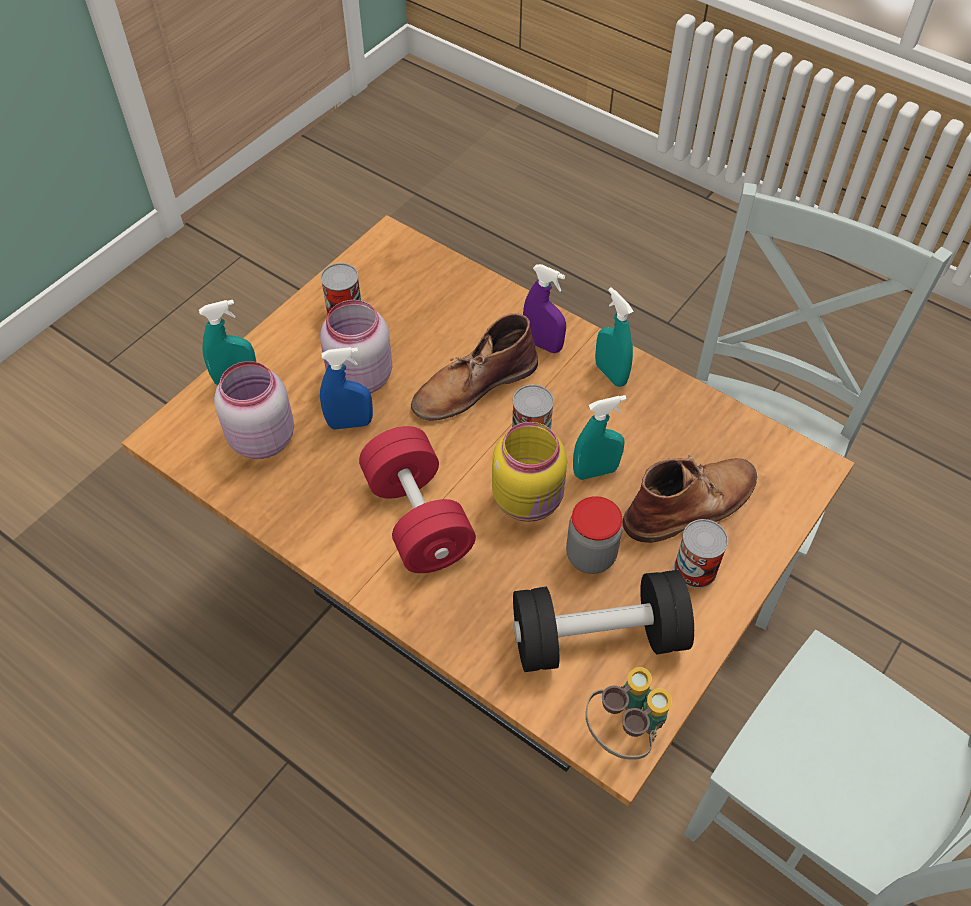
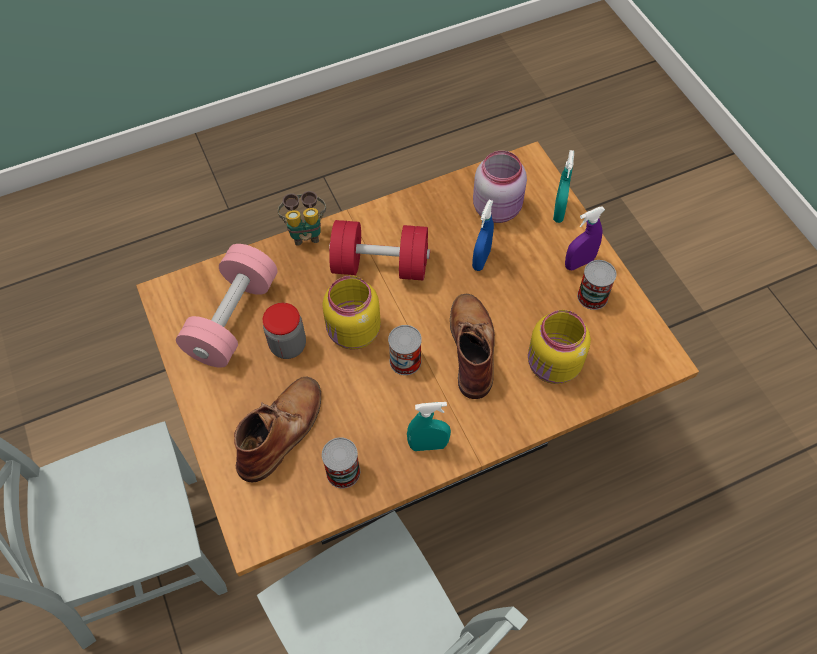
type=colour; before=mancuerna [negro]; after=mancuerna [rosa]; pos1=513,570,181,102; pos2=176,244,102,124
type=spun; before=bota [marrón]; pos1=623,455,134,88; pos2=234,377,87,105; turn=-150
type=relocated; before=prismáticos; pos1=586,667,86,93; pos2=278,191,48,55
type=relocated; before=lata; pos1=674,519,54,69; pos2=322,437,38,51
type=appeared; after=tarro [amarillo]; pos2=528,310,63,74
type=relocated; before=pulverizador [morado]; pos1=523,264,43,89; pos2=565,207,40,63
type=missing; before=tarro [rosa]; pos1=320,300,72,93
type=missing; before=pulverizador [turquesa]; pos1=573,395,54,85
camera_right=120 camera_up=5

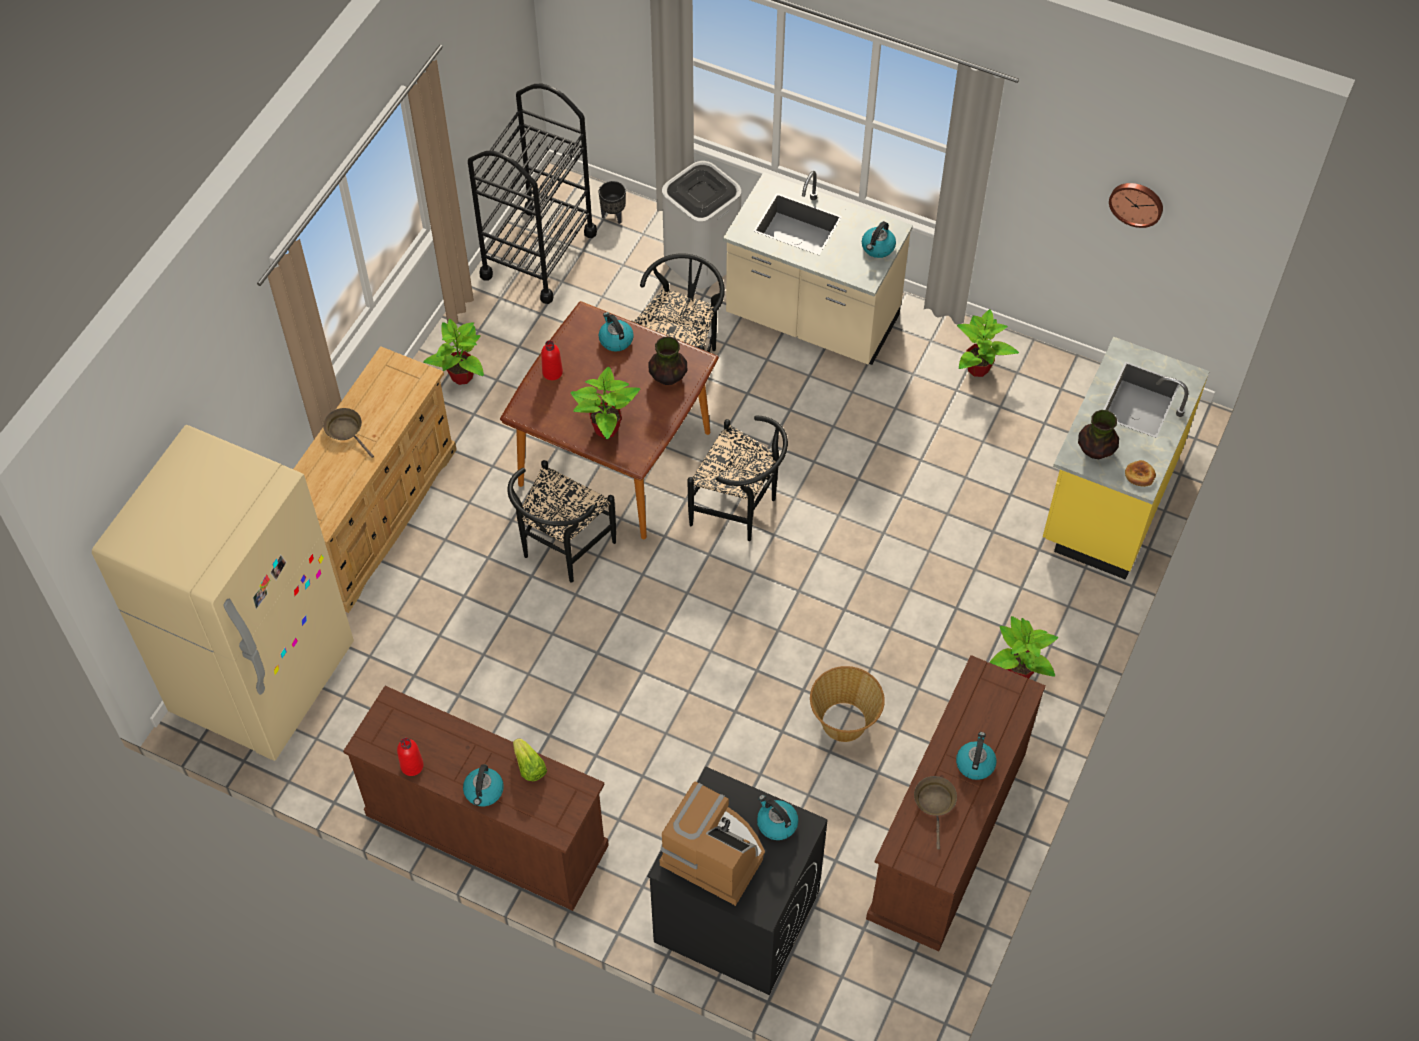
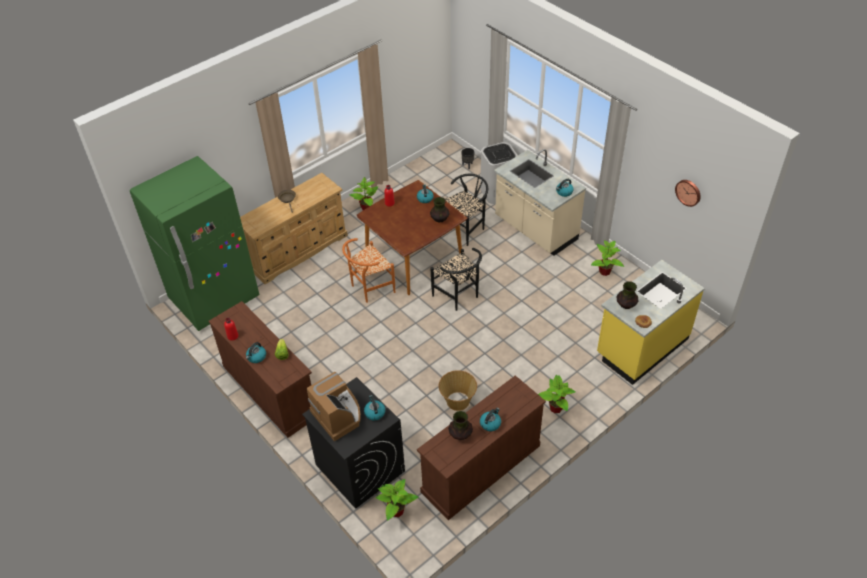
type=colour; before=nevera [beis]; after=nevera [verde]; pos1=92,424,262,337; pos2=130,156,129,175
type=colour; before=silla [negro]; after=silla [naranja]; pos1=508,460,108,123; pos2=342,238,53,65
type=relocated; before=planta en maceta; pos1=571,367,69,72; pos2=376,479,42,42
type=exchanged; before=sartén [marrón]; after=florero; pos1=914,776,43,74; pos2=448,411,25,29
type=missing; before=carrito [negro]; pos1=468,84,129,220
camera_right=25 camera_up=-10

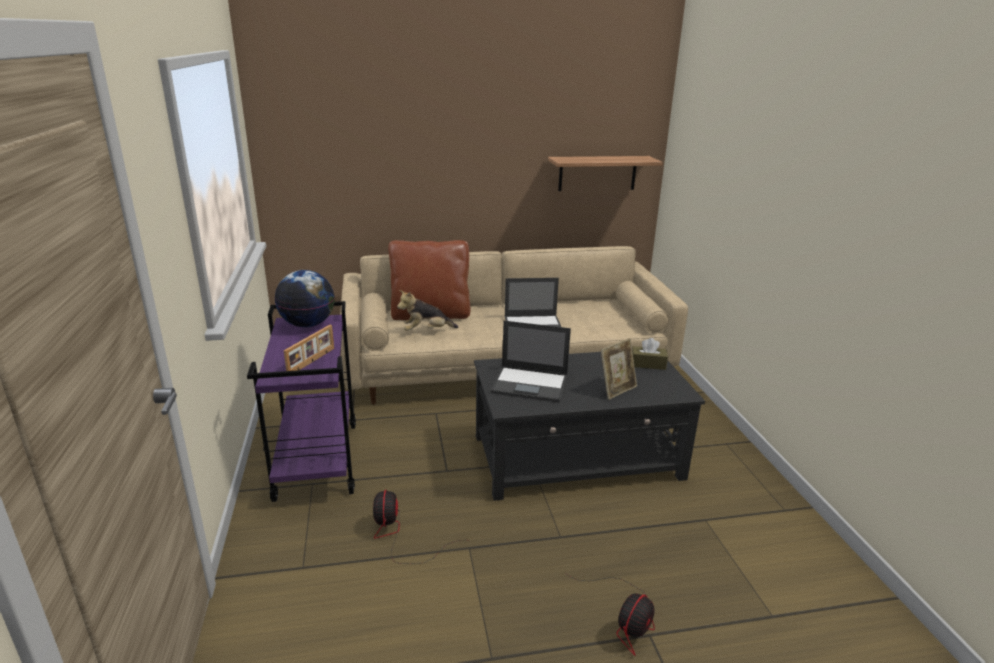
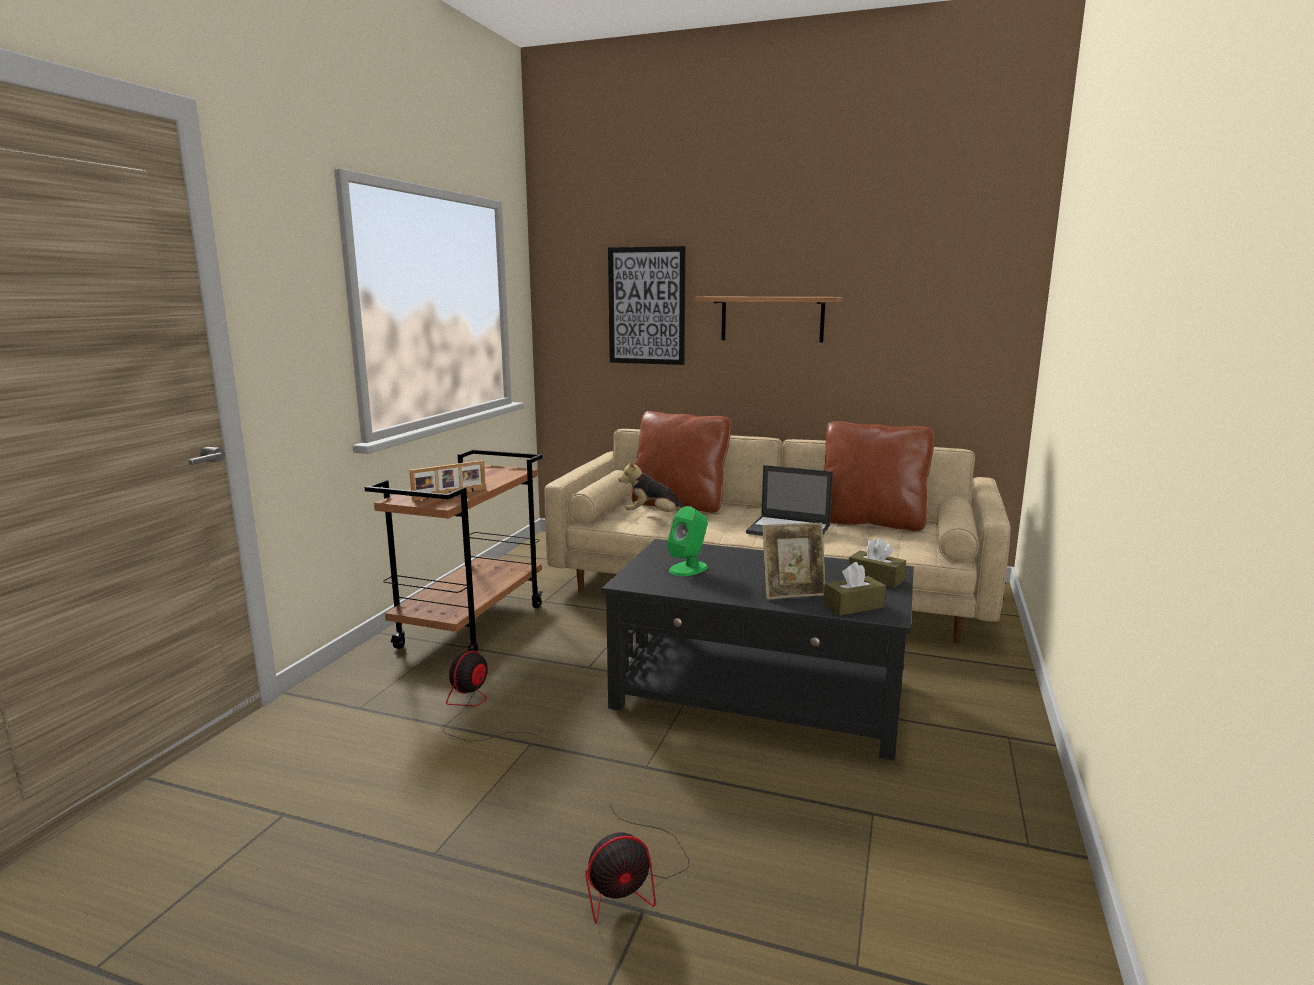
type=colour; before=carrito [morado]; after=carrito [marrón]; pos1=247,301,109,201; pos2=365,449,178,203
type=appeared; after=cuadro; pos2=608,246,78,119
type=exchanged; before=portátil; after=altavoz [verde]; pos1=490,321,81,82; pos2=667,506,41,70
type=relocated; before=estante; pos1=548,156,115,35; pos2=695,297,148,45
type=appeared; after=caja de pañuelos [marrón]; pos2=823,562,63,54
type=appeared; after=cojín [marrón]; pos2=824,421,110,110
type=missing; before=globo terráqueo; pos1=275,270,60,57
camera_right=30 camera_up=-10

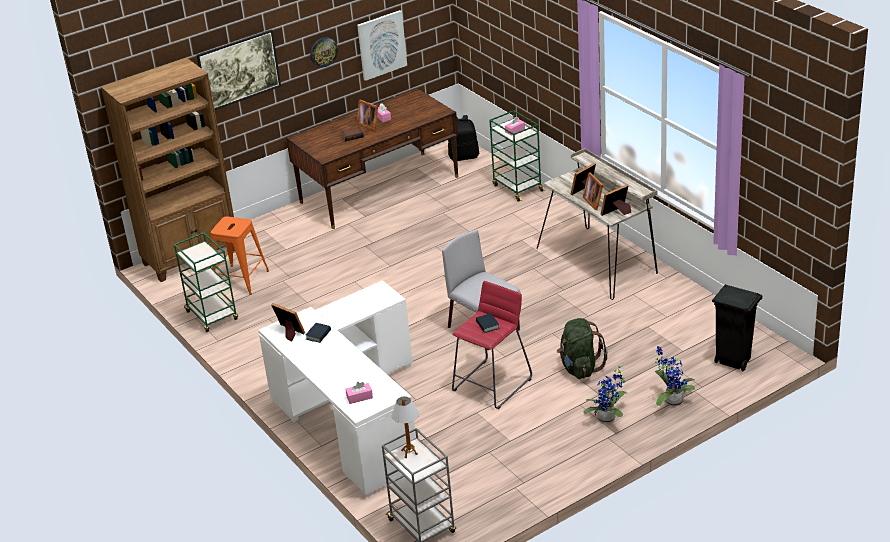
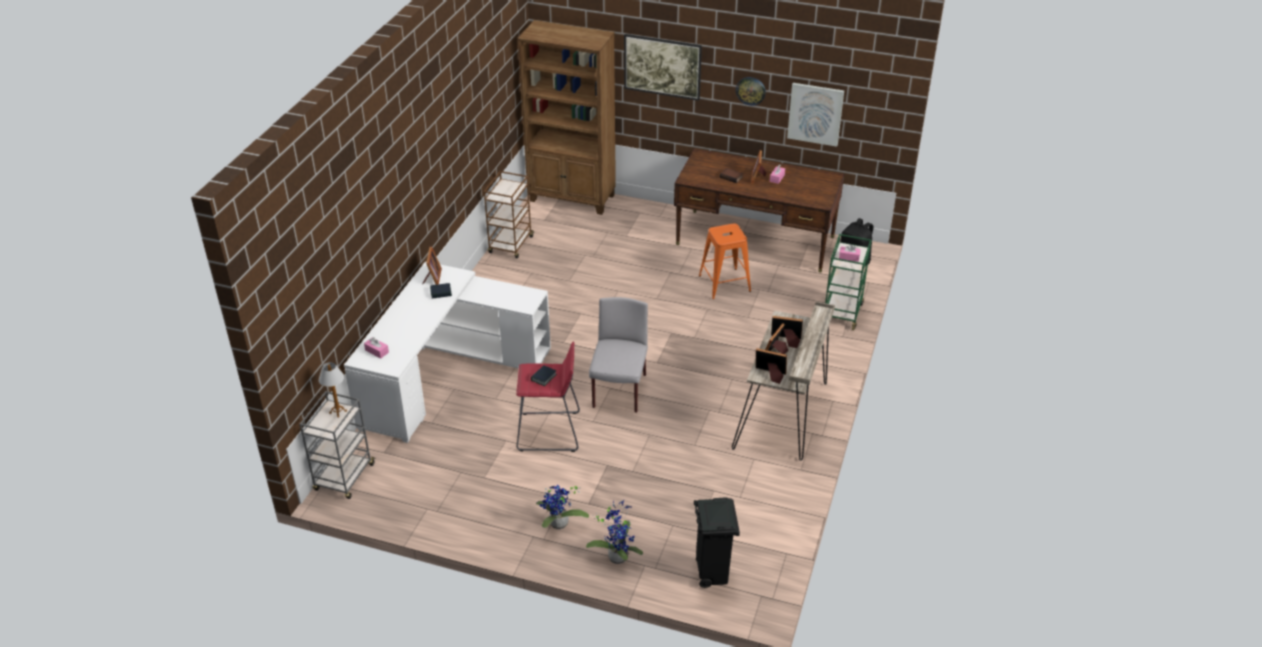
type=colour; before=carrito [verde]; after=carrito [marrón]; pos1=174,232,64,100; pos2=484,171,50,88
type=relocated; before=taburete [naranja]; pos1=211,217,58,78; pos2=699,223,52,76
type=missing; before=mochila [verde]; pos1=557,318,51,61
camera_right=50 camera_up=5

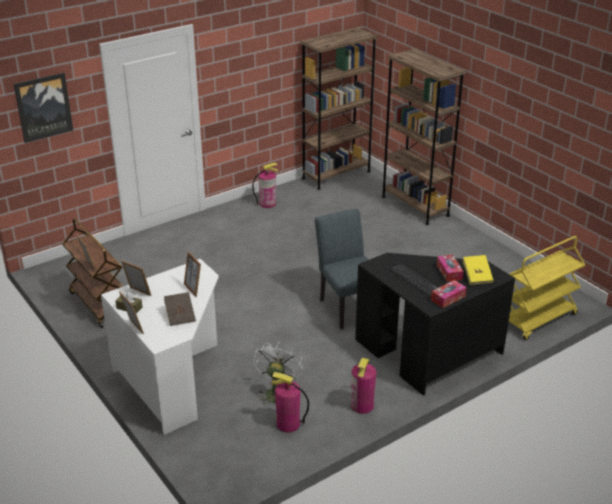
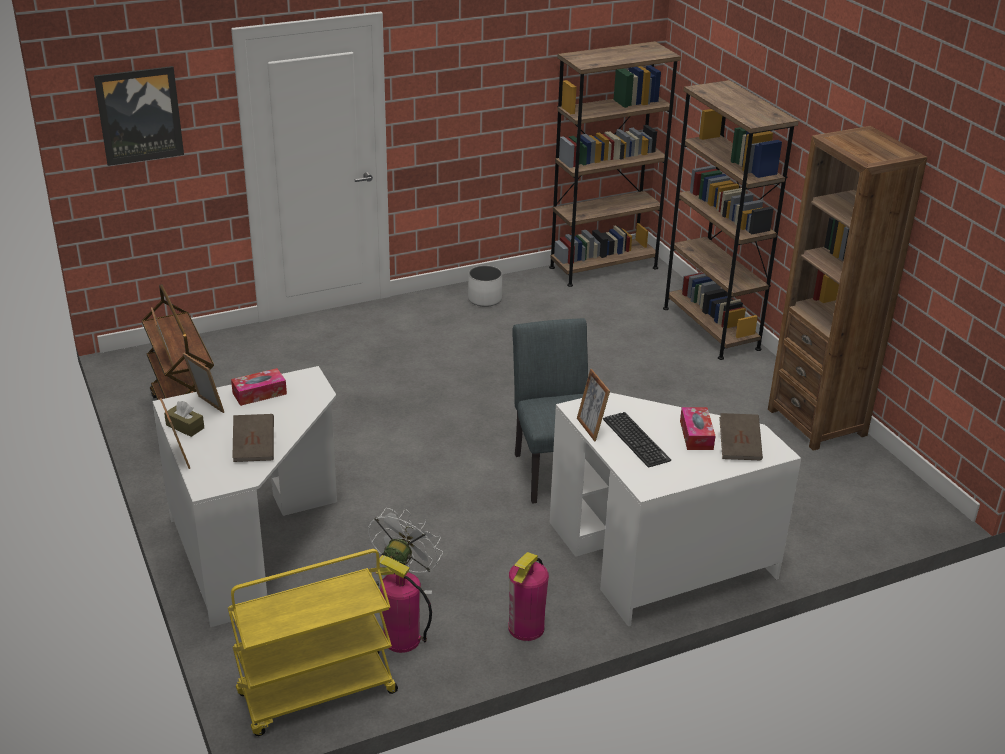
type=relocated; before=carrito [amarillo]; pos1=509,236,76,104; pos2=228,549,170,187
type=relocated; before=caja de pañuelos; pos1=431,280,36,28; pos2=231,368,56,38
type=exchanged; before=extintor; after=maceta [blanco]; pos1=252,163,26,45; pos2=468,266,34,41
type=colour; before=escritorio [negro]; after=escritorio [blanco]; pos1=355,253,160,143; pos2=550,393,251,233
type=relocated; before=portarretratos; pos1=184,251,17,46; pos2=577,369,33,72
type=colour; before=libro [amarillo]; after=libro [marrón]; pos1=462,255,32,30; pos2=719,413,44,47
type=appeared; after=estantería [marrón]; pos2=768,126,159,325
camera_right=10 camera_up=0

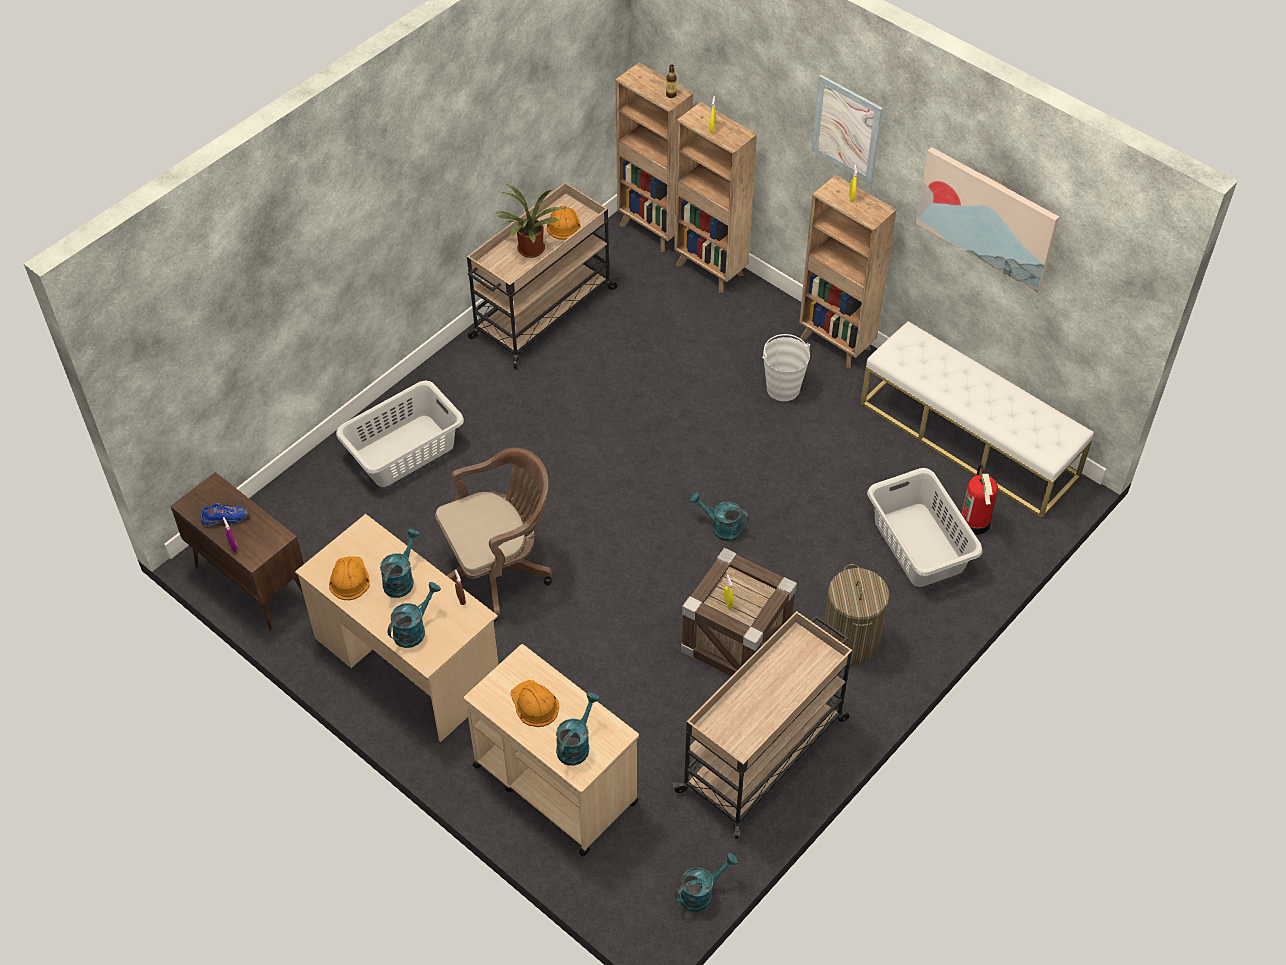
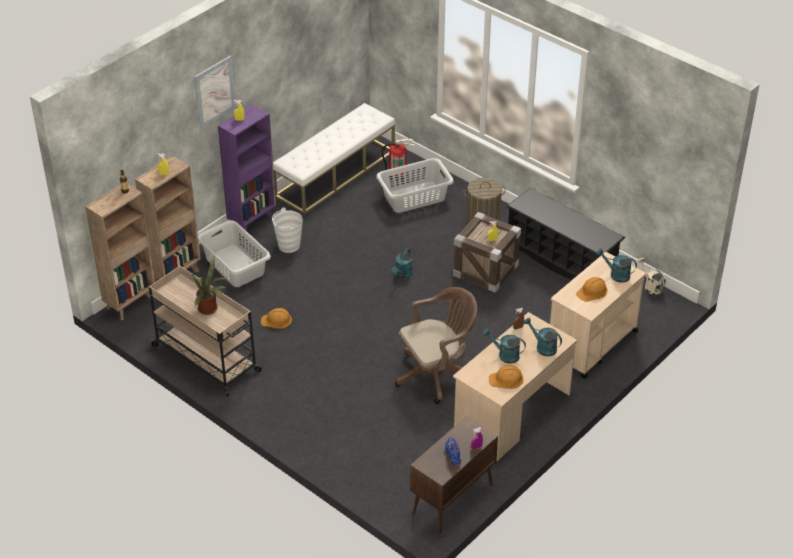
type=relocated; before=cesto de la ropa [gris]; pos1=336,381,128,106; pos2=198,220,73,67
type=colour; before=estantería [marrón]; after=estantería [morado]; pos1=799,175,98,193; pos2=218,104,58,127
type=relocated; before=casco [naranja]; pos1=547,206,34,34; pos2=261,308,31,21
type=spun; before=silla de oficina [marrón]; pos1=435,448,117,174; pos2=395,287,82,117; turn=90
type=exchanged; before=carrito [beis]; after=zapatero [negro]; pos1=672,611,180,228; pos2=507,188,119,92
type=colour; before=regadera [turquesa]; after=regadera [beis]; pos1=675,853,63,59; pos2=638,257,28,38
type=missing; before=cuadro; pos1=916,147,143,146
camera_right=-90 camera_up=-10

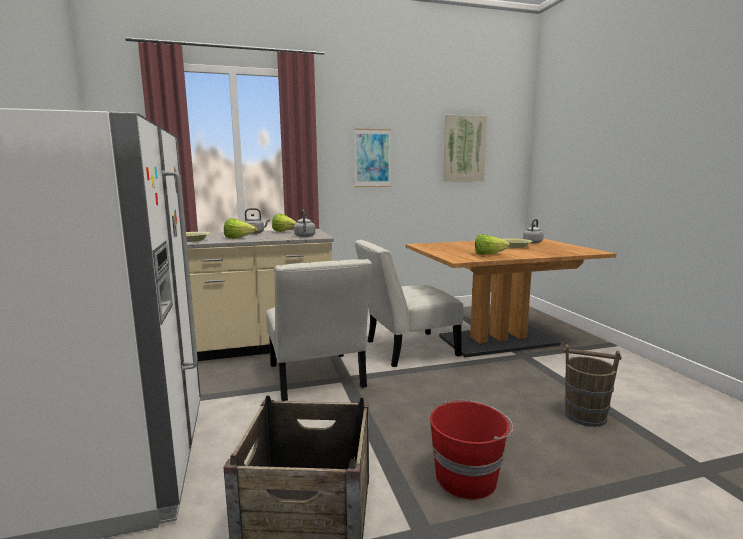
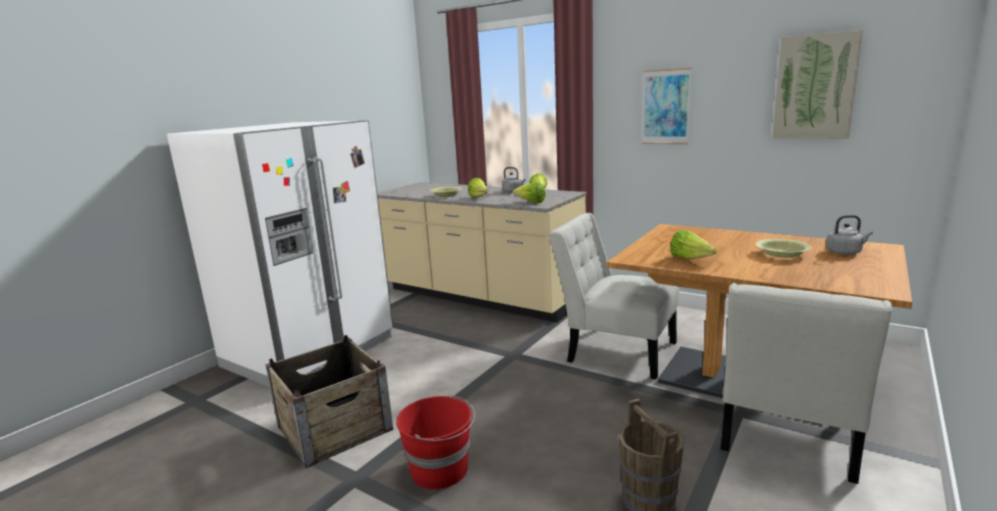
type=exchanged; before=hervidor [gris]; after=lechuga; pos1=294,210,22,27; pos2=513,182,32,21
type=relocated; before=silla [blanco]; pos1=266,259,106,142; pos2=721,283,172,201
camera_right=50 camera_up=5

